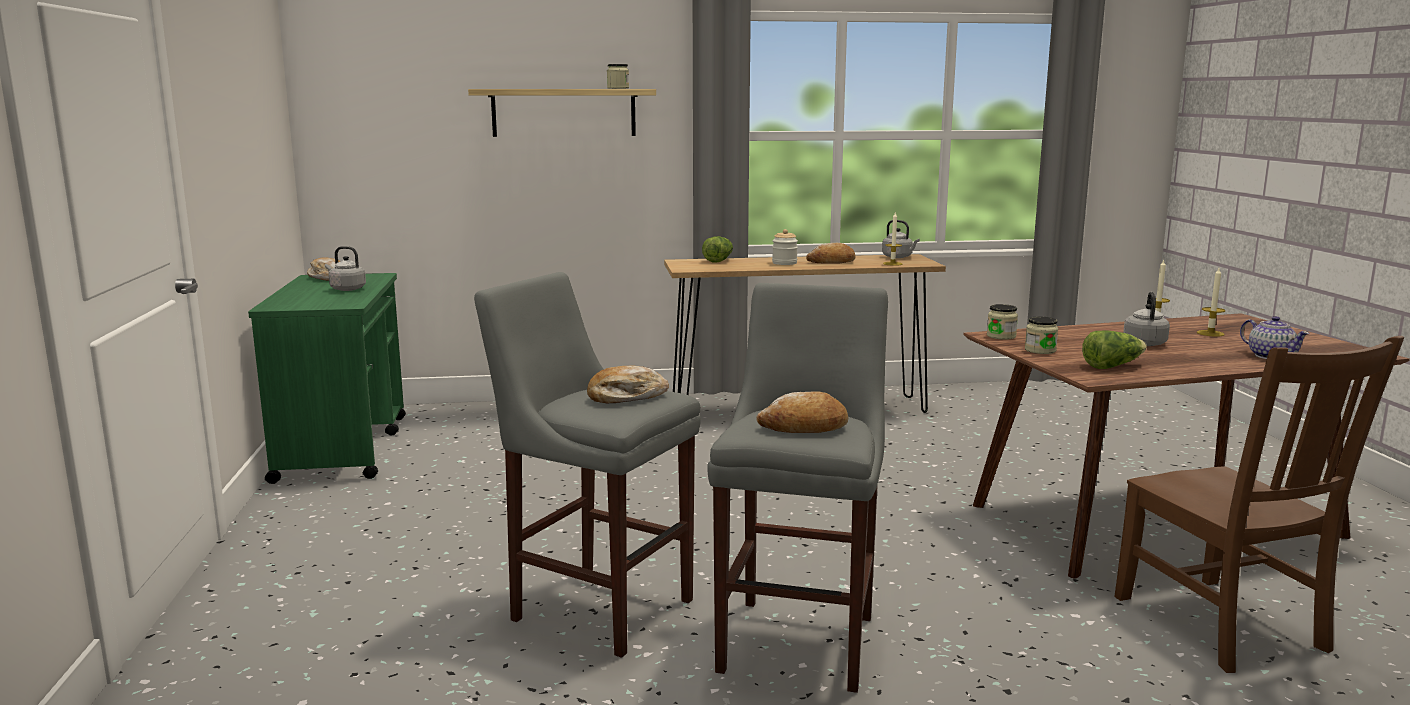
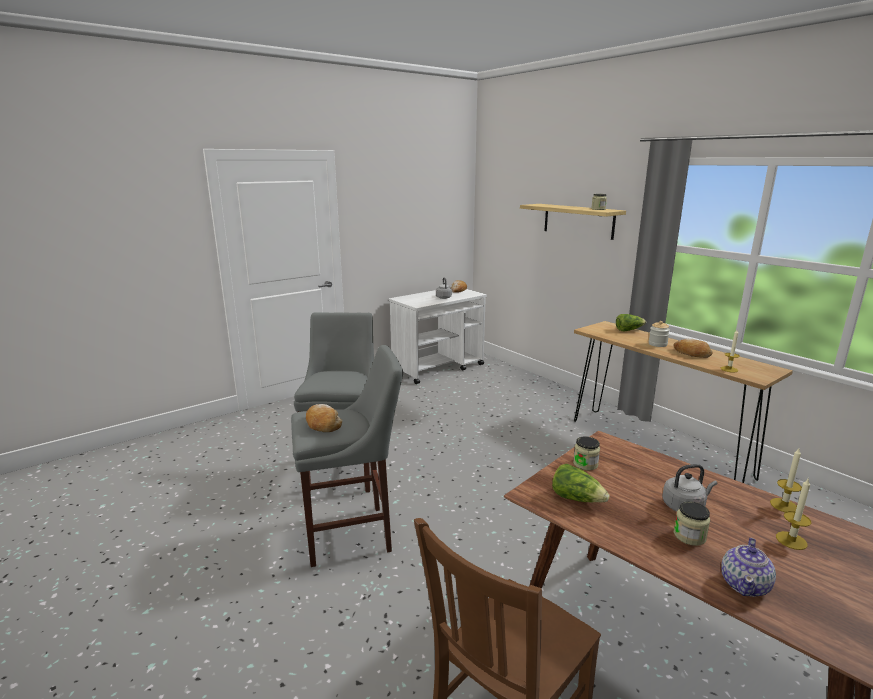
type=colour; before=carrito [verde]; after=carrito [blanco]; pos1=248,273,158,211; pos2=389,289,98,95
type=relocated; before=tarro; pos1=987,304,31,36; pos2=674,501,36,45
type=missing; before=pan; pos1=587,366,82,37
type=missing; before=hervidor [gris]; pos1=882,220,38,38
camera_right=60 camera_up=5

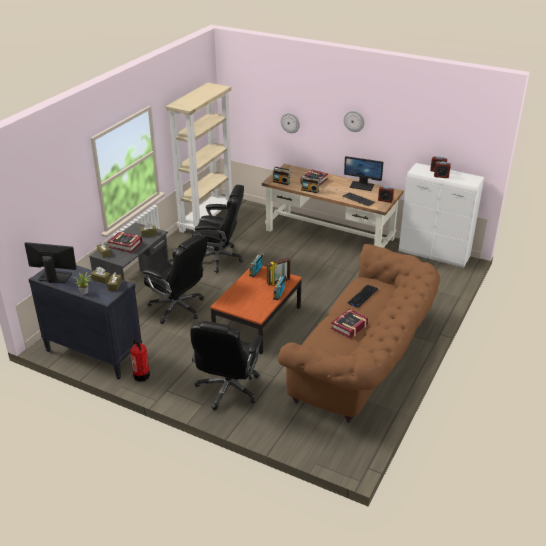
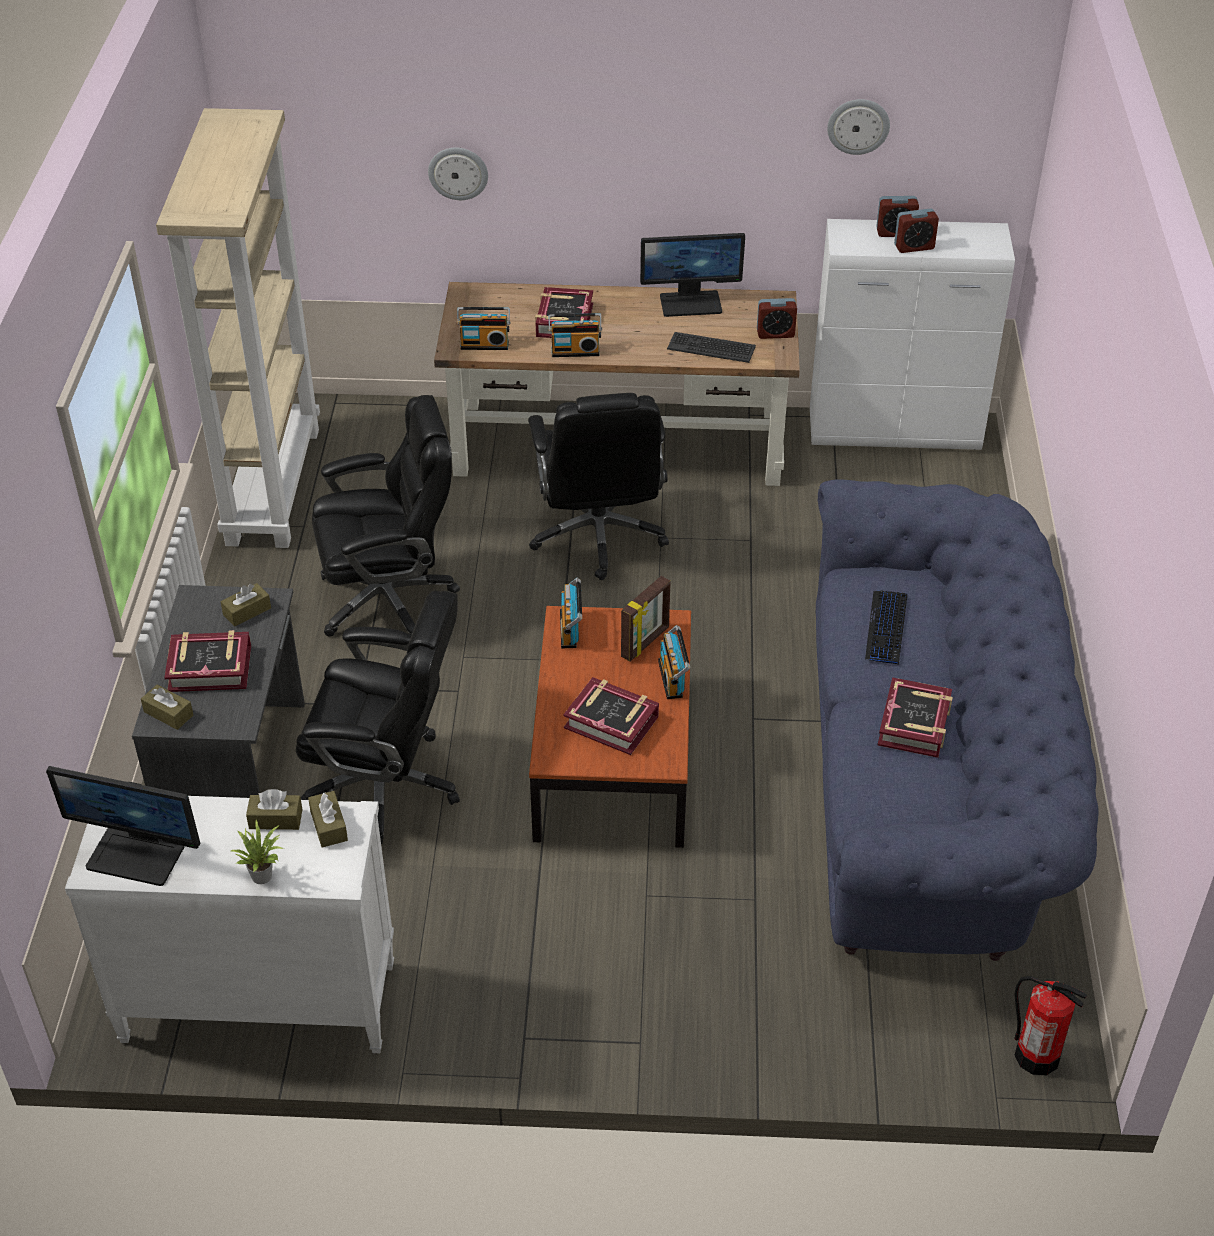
type=spun; before=monitor; pos1=25,242,52,41; pos2=46,766,154,120; turn=-150
type=colour; before=cómoda [negro]; after=cómoda [blanco]; pos1=28,265,114,114; pos2=65,796,329,257
type=relocated; before=silla de oficina [negro]; pos1=190,321,73,89; pos2=528,393,141,187
type=appeared; after=libro; pos2=563,677,96,78
type=colour; before=sofá [marrón]; after=sofá [azul]; pos1=278,244,162,179; pos2=815,479,284,482
type=relocated; before=reloj de pared; pos1=343,111,21,21; pos2=827,99,63,56
type=relocated; before=extintor; pos1=130,340,20,42; pos2=1014,976,73,99
camera_right=-25 camera_up=10

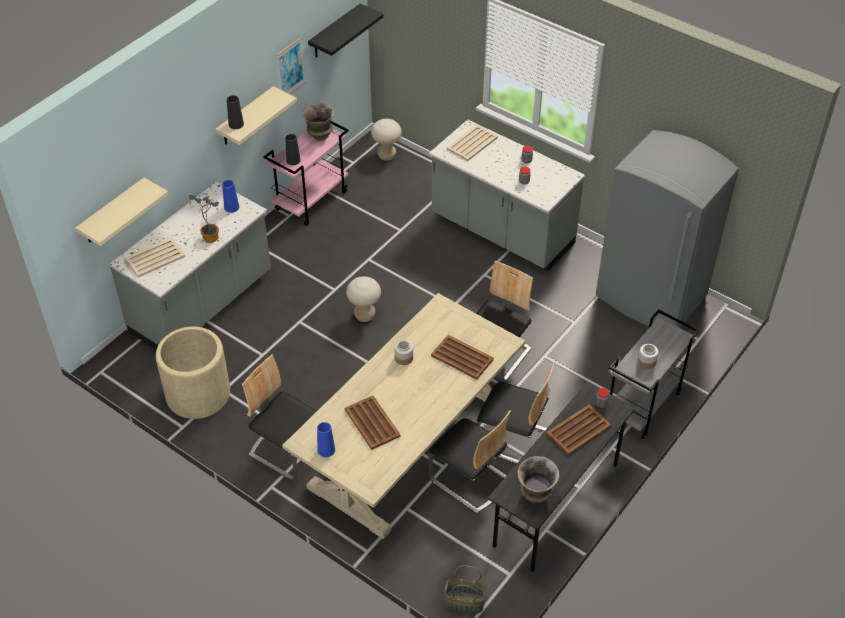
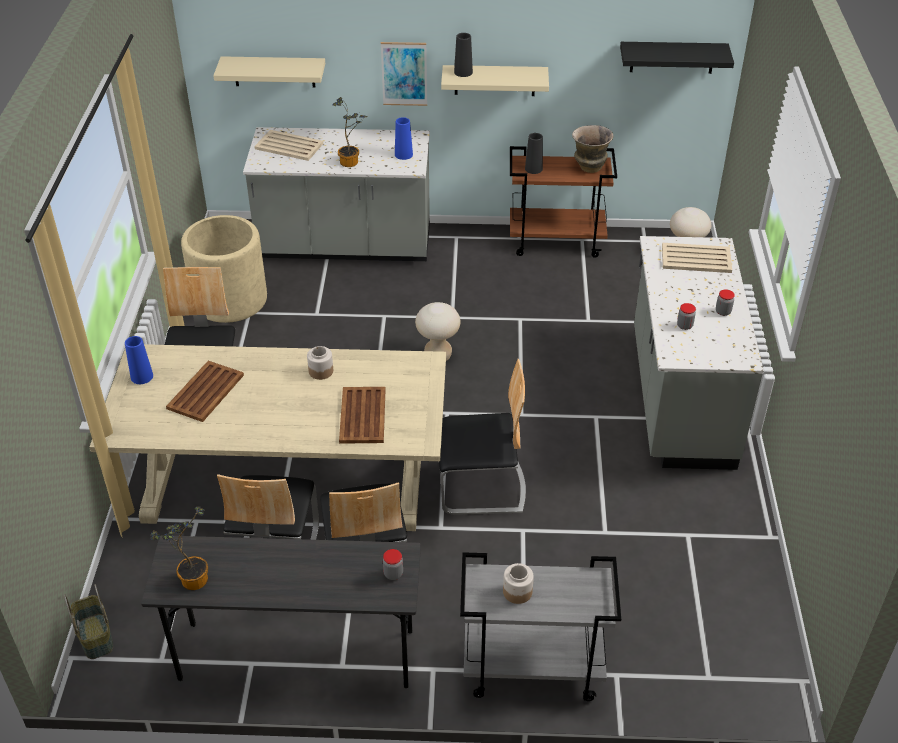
type=exchanged; before=florero; after=planta en maceta; pos1=518,456,41,47; pos2=150,506,58,84
type=relocated; before=cuadro; pos1=277,38,28,56; pos2=381,42,46,64
type=colour; before=carrito [rosa]; after=carrito [marrón]; pos1=263,121,86,105; pos2=510,146,107,112
type=missing; before=bandeja [marrón]; pos1=546,404,65,51
type=missing; before=nevera [gris]; pos1=596,130,143,198
camera_right=55 camera_up=-5

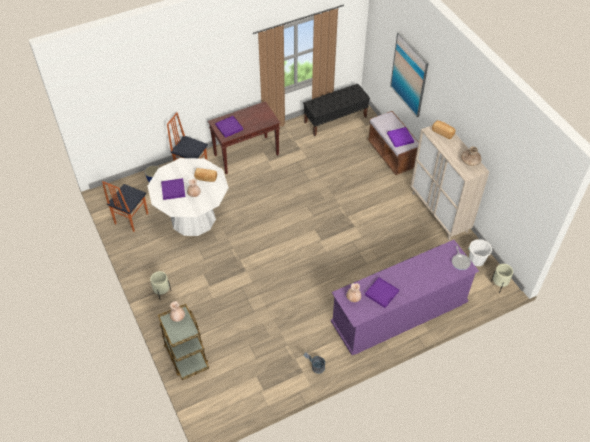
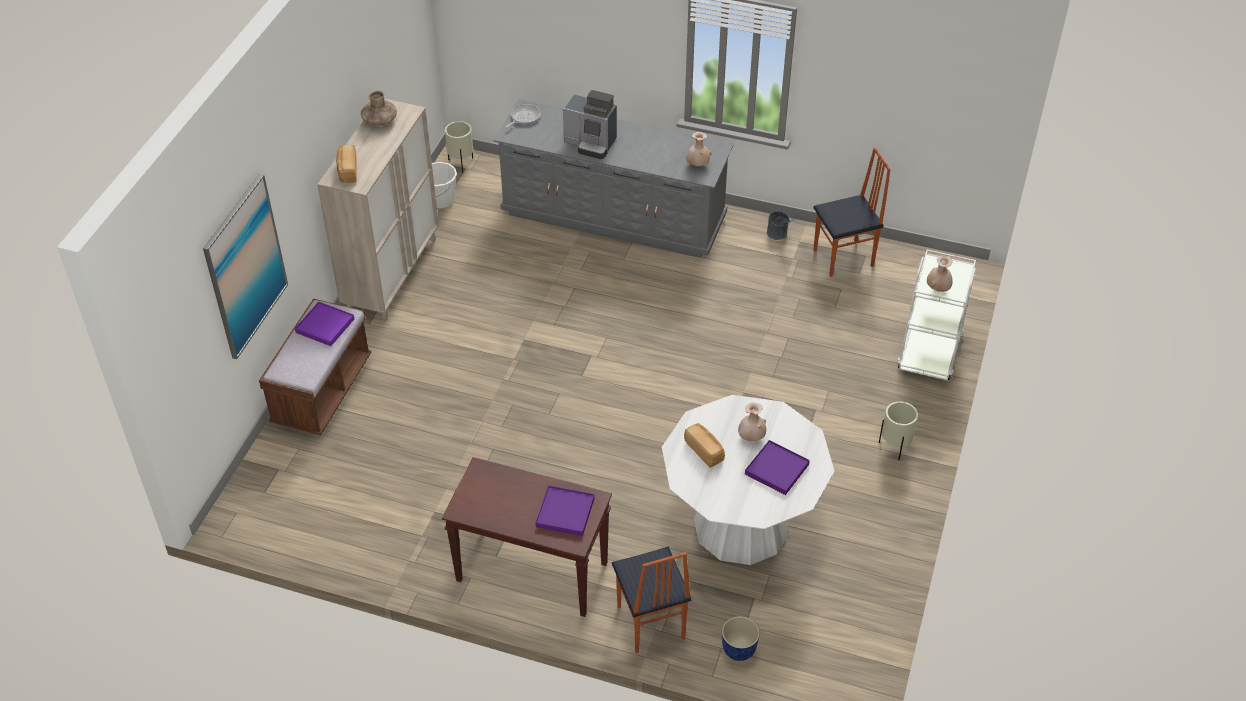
type=colour; before=cómoda [morado]; after=cómoda [gris]; pos1=331,240,148,115; pos2=493,99,241,159
type=appeared; after=cafetera; pos2=563,90,54,69
type=relocated; before=silla; pos1=102,181,46,51; pos2=813,148,78,129
type=colour; before=carrito [marrón]; after=carrito [blanco]; pos1=158,304,51,76; pos2=897,250,79,130
type=missing; before=banco [negro]; pos1=303,84,67,52
type=missing; before=bandeja [morado]; pos1=365,277,34,31
camera_right=-135 camera_up=-5

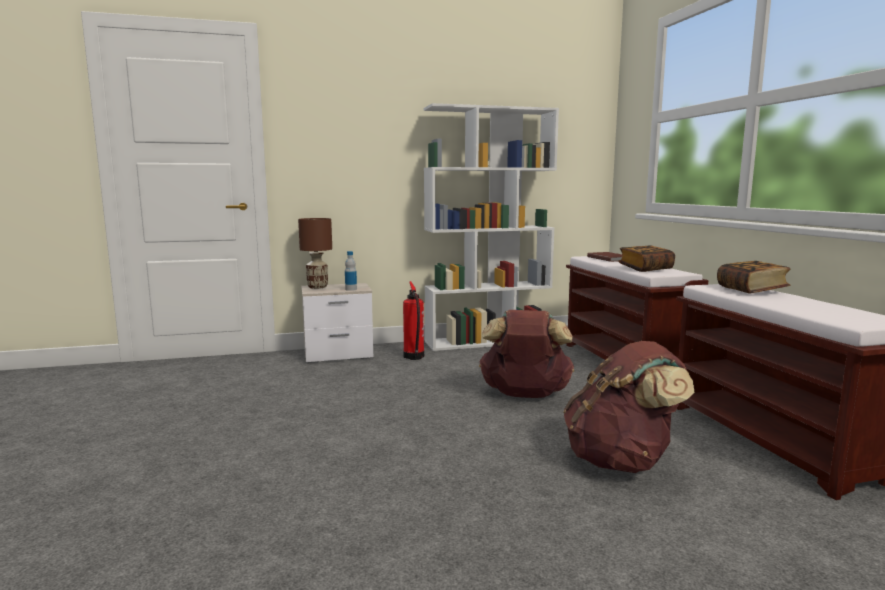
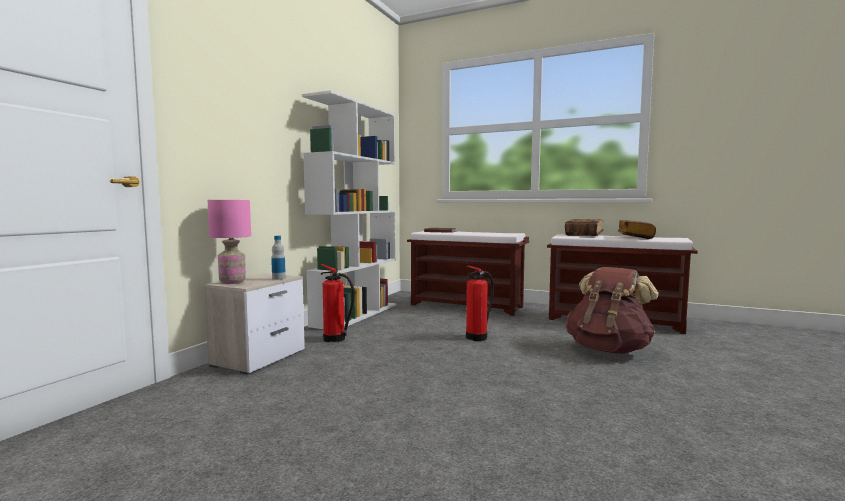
type=colour; before=lámpara de mesa [marrón]; after=lámpara de mesa [rosa]; pos1=298,218,34,71; pos2=208,200,43,84
type=exchanged; before=mochila [marrón]; after=extintor; pos1=479,310,95,88; pos2=466,265,28,76
type=relocated; before=libro; pos1=618,245,57,27; pos2=618,220,38,19
camera_right=-50 camera_up=-5

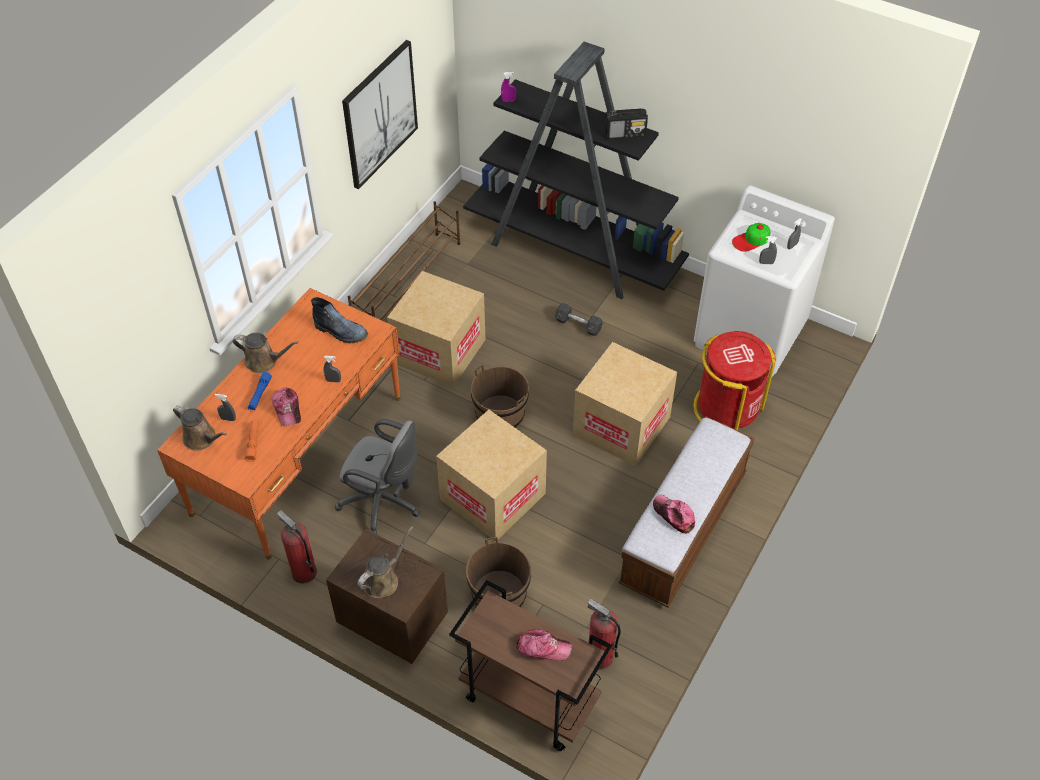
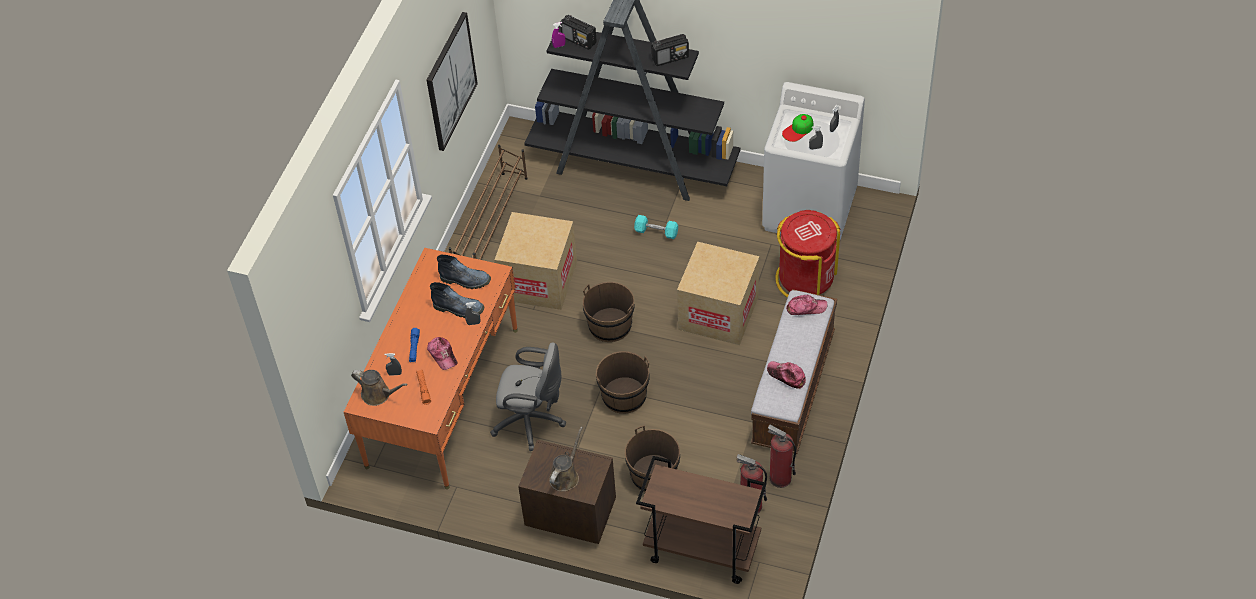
type=appeared; after=bota; pos2=430,282,54,36
type=appeared; after=radio; pos2=560,15,37,35
type=exchanged; before=caja de cartón; after=cubo [marrón]; pos1=436,410,111,132; pos2=595,351,55,63
type=colour; before=mancuerna [gris]; after=mancuerna [turquesa]; pos1=555,303,48,33; pos2=634,215,44,24
type=relocated; before=extintor; pos1=277,510,40,74; pos2=768,425,28,63
type=relocated; before=gorra; pos1=516,630,56,31; pos2=786,295,41,20
type=missing; before=regadera [marrón]; pos1=232,333,67,40
camera_right=-10 camera_up=0

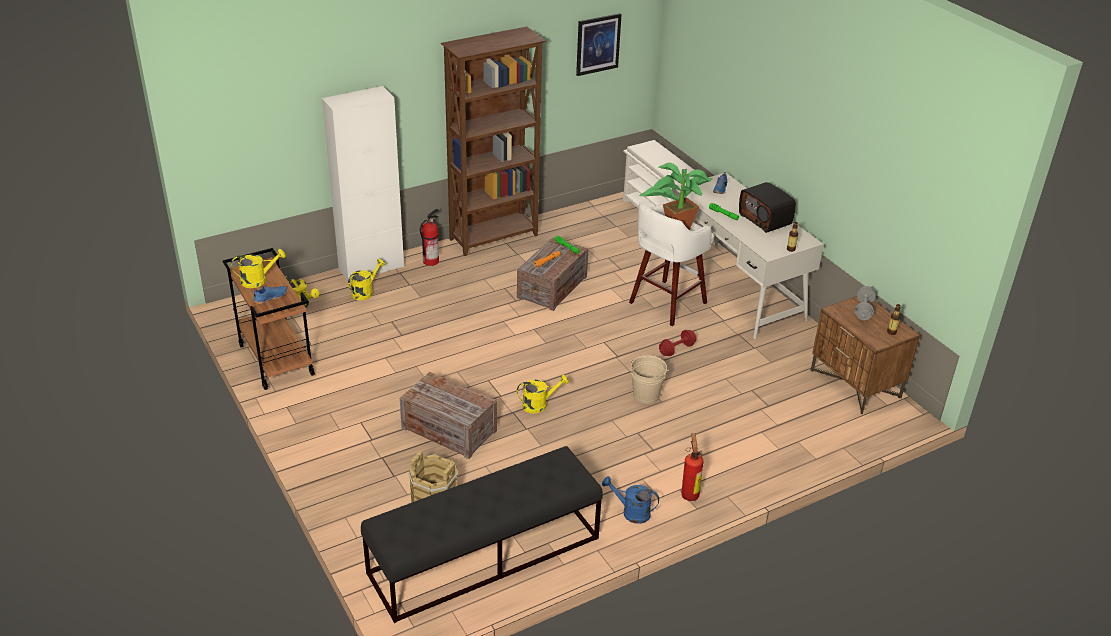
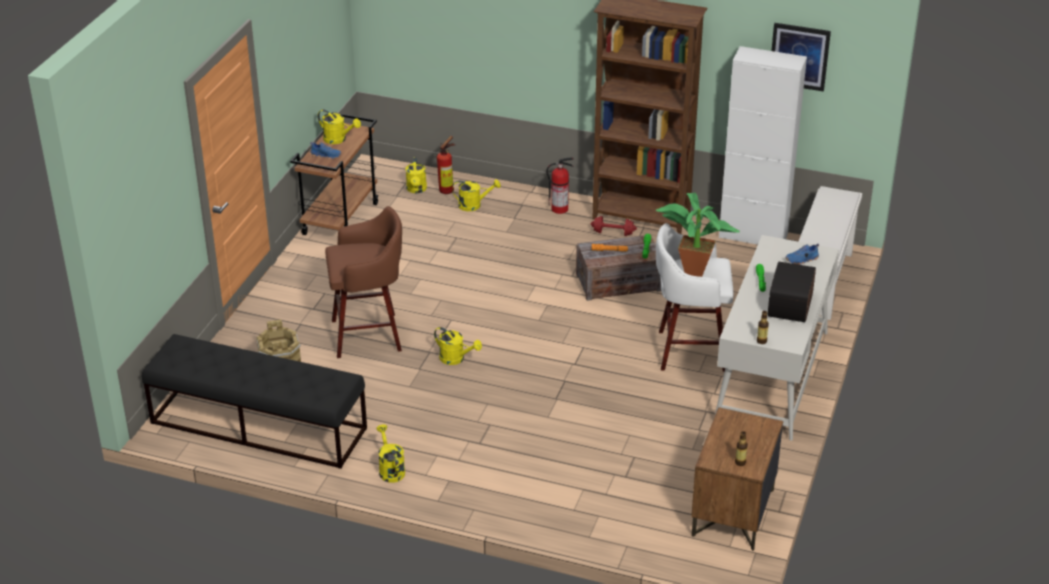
type=exchanged; before=caja de embalaje; after=taburete [marrón]; pos1=400,372,97,87; pos2=325,206,77,152
type=colour; before=regadera [azul]; after=regadera [amarillo]; pos1=602,476,57,48; pos2=376,424,29,59
type=relocated; before=extintor; pos1=681,433,22,68; pos2=437,136,18,58
type=relocated; before=mancuerna [rojo]; pos1=659,330,37,26; pos2=591,216,46,20
type=relocated; before=armario [blanco]; pos1=322,86,82,195; pos2=719,46,88,199
type=missing; before=cubo [beis]; pos1=630,355,39,49
type=missing; before=mancuerna [gris]; pos1=855,286,21,34
camera_right=50 camera_up=0

